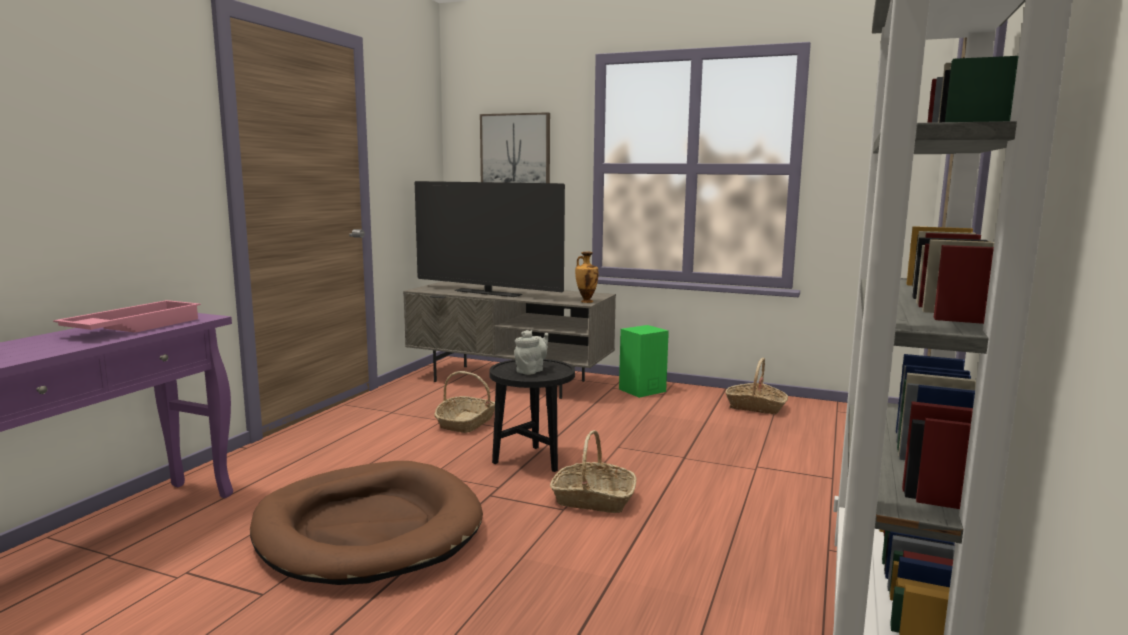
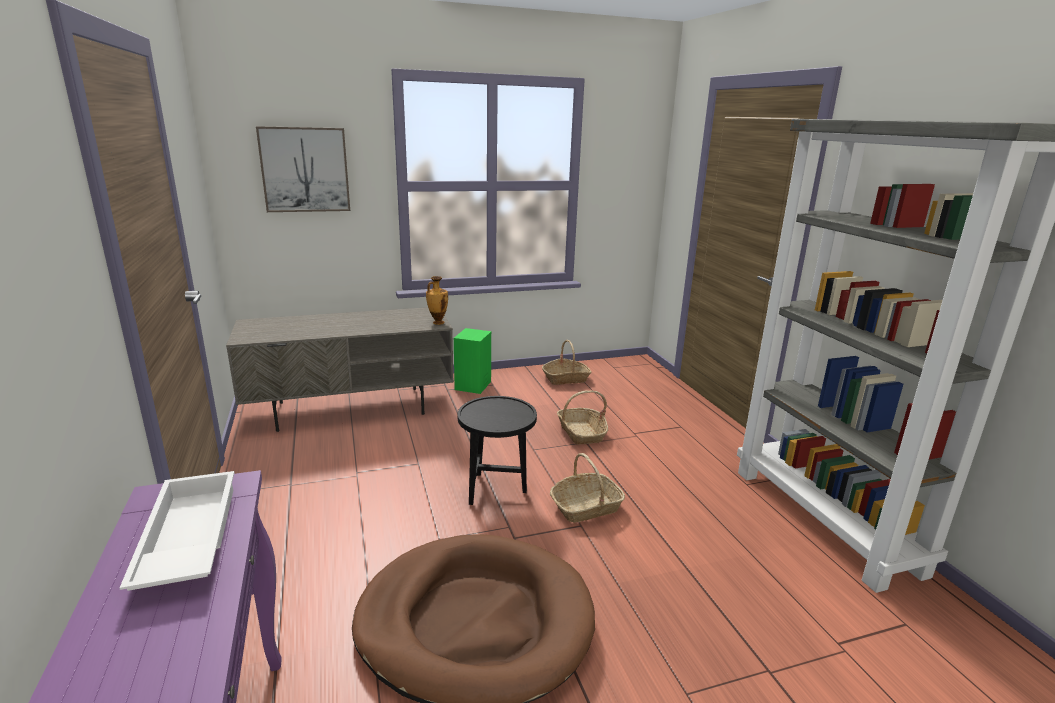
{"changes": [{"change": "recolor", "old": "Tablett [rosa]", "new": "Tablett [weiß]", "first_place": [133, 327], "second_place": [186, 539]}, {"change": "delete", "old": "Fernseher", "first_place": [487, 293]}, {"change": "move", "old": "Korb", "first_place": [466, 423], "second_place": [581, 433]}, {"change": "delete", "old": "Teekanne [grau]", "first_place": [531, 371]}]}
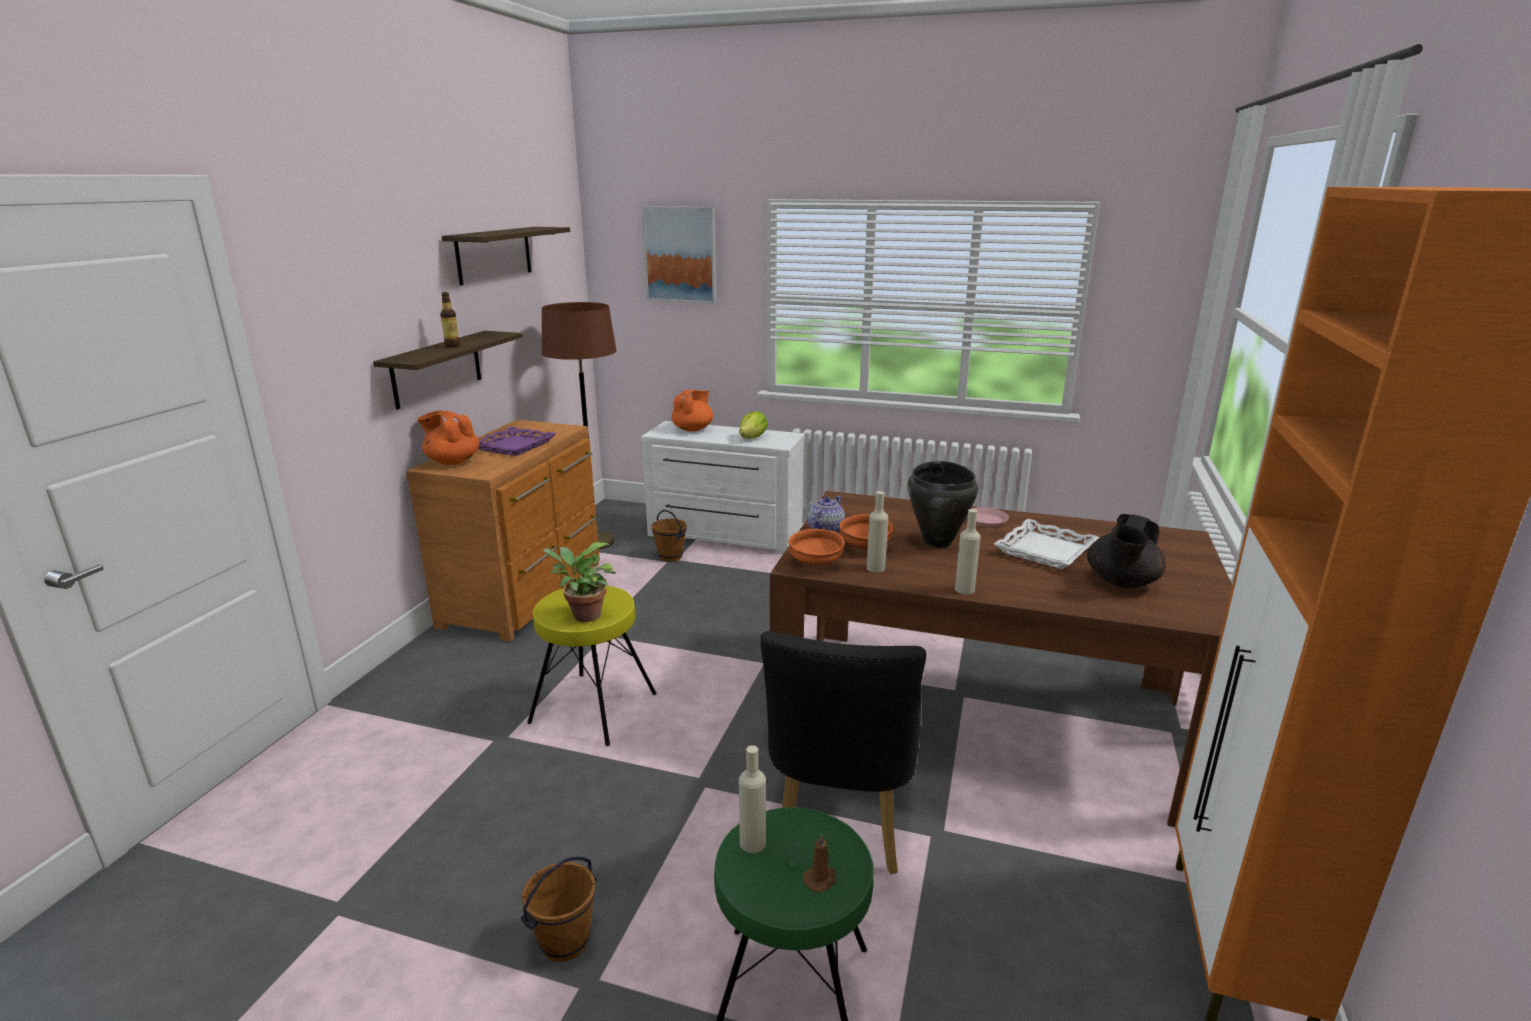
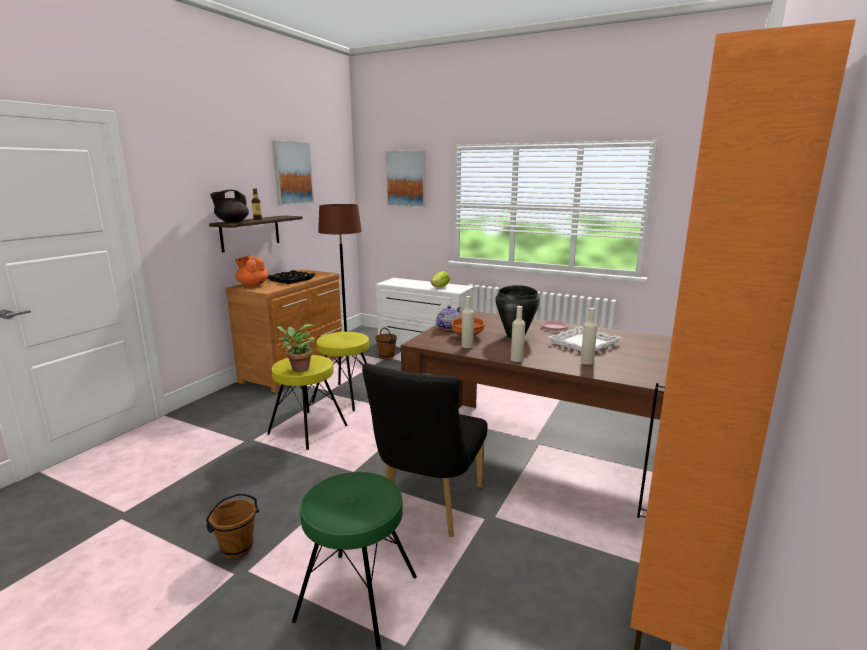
{"changes": [{"change": "replace", "old": "Wandregal", "new": "Bild", "first_place": [494, 254], "second_place": [292, 173]}, {"change": "recolor", "old": "Tablett [lila]", "new": "Tablett [schwarz]", "first_place": [514, 446], "second_place": [291, 280]}, {"change": "delete", "old": "Teekanne [orange]", "first_place": [693, 429]}, {"change": "move", "old": "Flasche [beige]", "first_place": [752, 843], "second_place": [587, 362]}, {"change": "delete", "old": "Schüssel [orange]", "first_place": [815, 563]}, {"change": "delete", "old": "Kerze [braun]", "first_place": [821, 879]}, {"change": "move", "old": "Teekanne [schwarz]", "first_place": [1121, 582], "second_place": [232, 222]}, {"change": "insert", "new": "Hocker [gelb]", "second_place": [346, 396]}]}
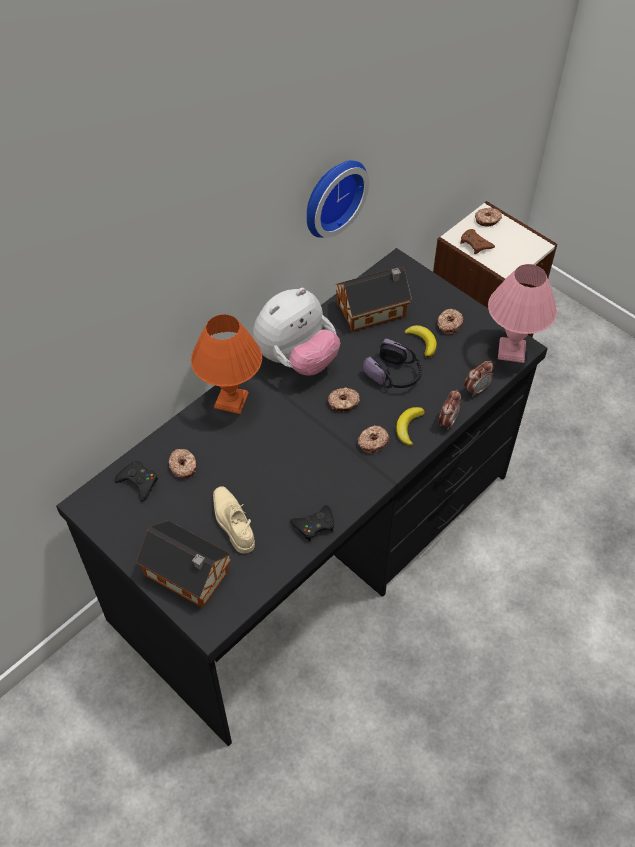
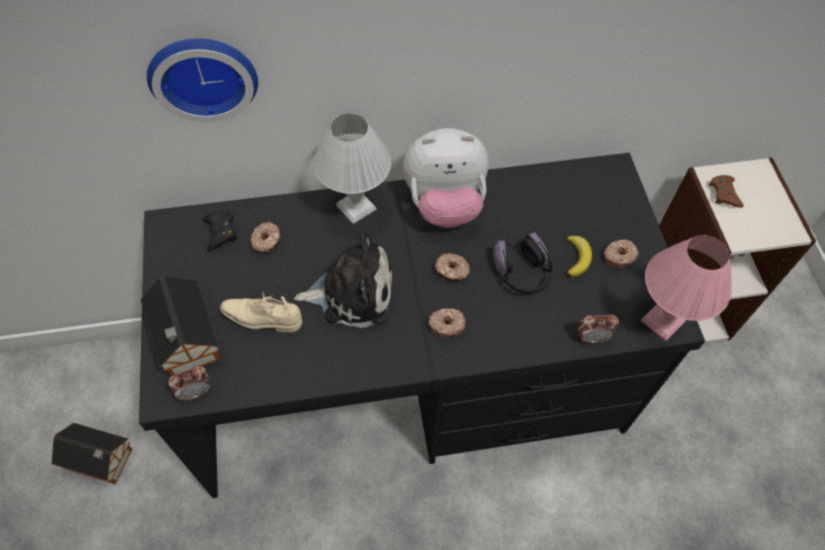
{"changes": [{"change": "recolor", "old": "Tischlampe [orange]", "new": "Tischlampe [weiß]", "first_place": [232, 400], "second_place": [357, 208]}, {"change": "rotate", "old": "Schuh [beige]", "first_place": [233, 523], "second_place": [262, 318], "degrees": -90}, {"change": "delete", "old": "Gamepad [schwarz]", "first_place": [314, 525]}, {"change": "move", "old": "Wanduhr", "first_place": [331, 195], "second_place": [203, 74]}, {"change": "move", "old": "Spielzeughaus", "first_place": [374, 309], "second_place": [101, 460]}, {"change": "delete", "old": "Banane", "first_place": [408, 427]}, {"change": "move", "old": "Wecker", "first_place": [447, 421], "second_place": [195, 392]}, {"change": "delete", "old": "Donut", "first_place": [487, 220]}, {"change": "insert", "new": "Plüschtier", "second_place": [352, 292]}]}
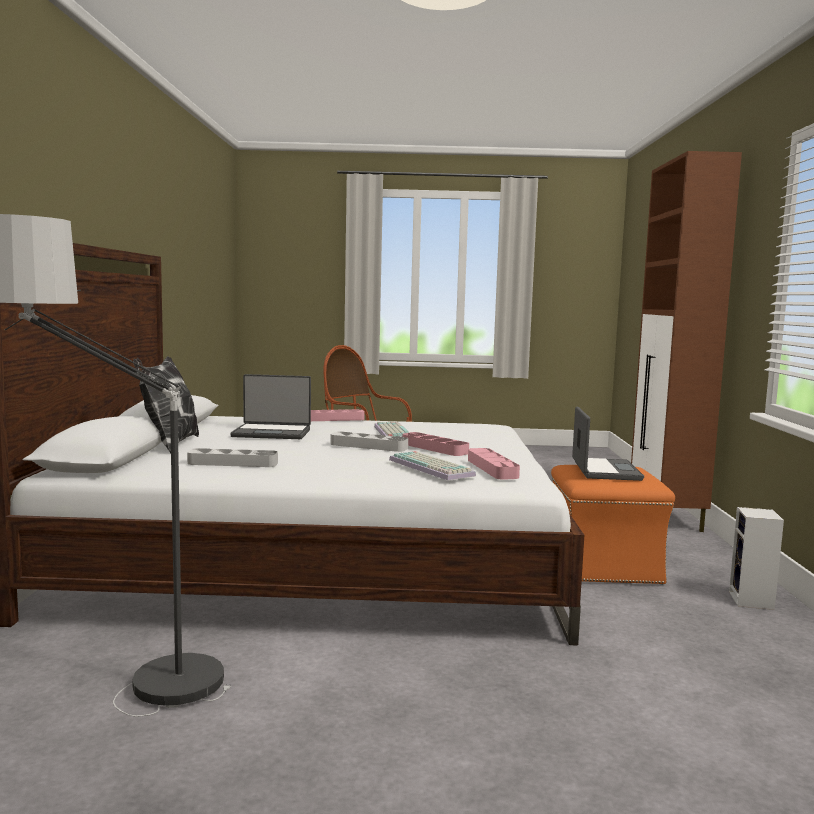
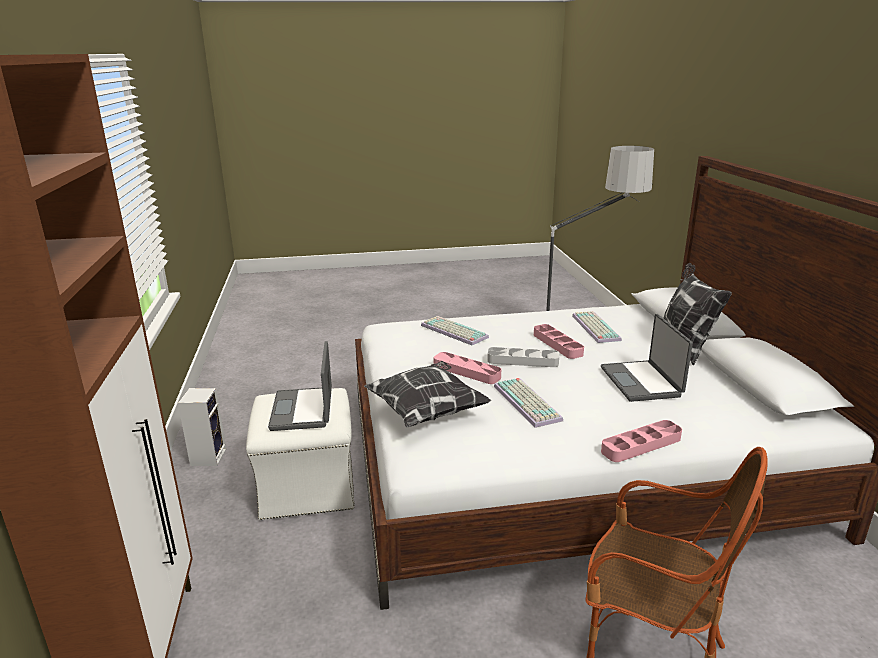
{"changes": [{"change": "replace", "old": "Tablett [grau]", "new": "Tastatur", "first_place": [233, 463], "second_place": [594, 327]}, {"change": "rotate", "old": "Laptop", "first_place": [272, 433], "second_place": [642, 382], "degrees": -90}, {"change": "move", "old": "Tablett [rosa]", "first_place": [492, 468], "second_place": [557, 344]}, {"change": "recolor", "old": "Polsterhocker [orange]", "new": "Polsterhocker [weiß]", "first_place": [603, 565], "second_place": [308, 488]}, {"change": "insert", "new": "Kissen", "second_place": [427, 411]}]}
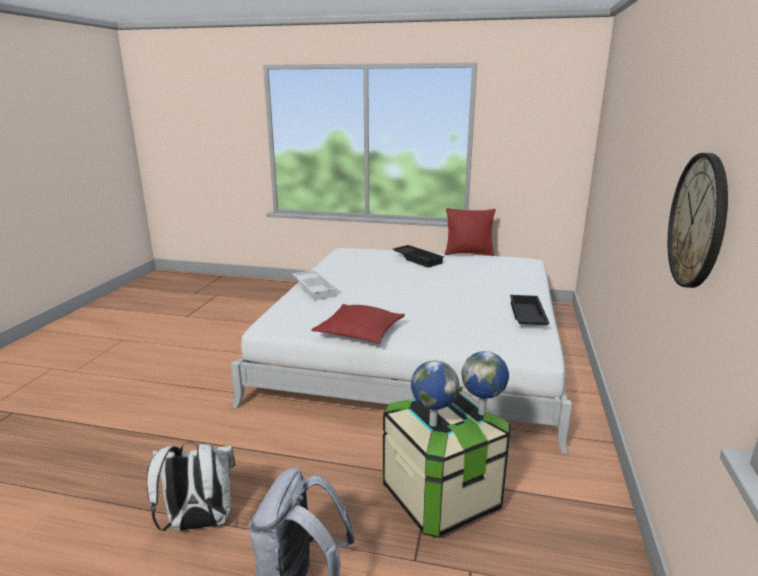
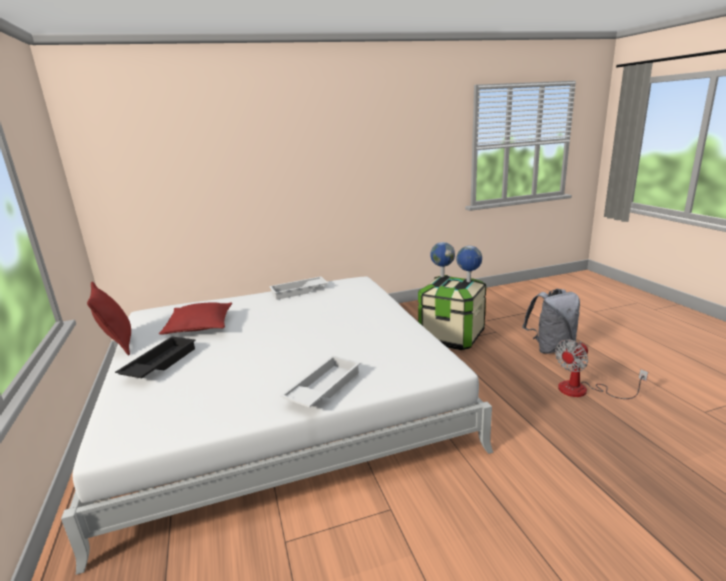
{"changes": [{"change": "replace", "old": "Rucksack [weiß]", "new": "Ventilator", "first_place": [198, 524], "second_place": [583, 390]}, {"change": "move", "old": "Kissen [rot]", "first_place": [359, 332], "second_place": [199, 326]}, {"change": "recolor", "old": "Tablett [schwarz]", "new": "Tablett [weiß]", "first_place": [526, 316], "second_place": [299, 291]}, {"change": "delete", "old": "Wanduhr", "first_place": [698, 221]}]}
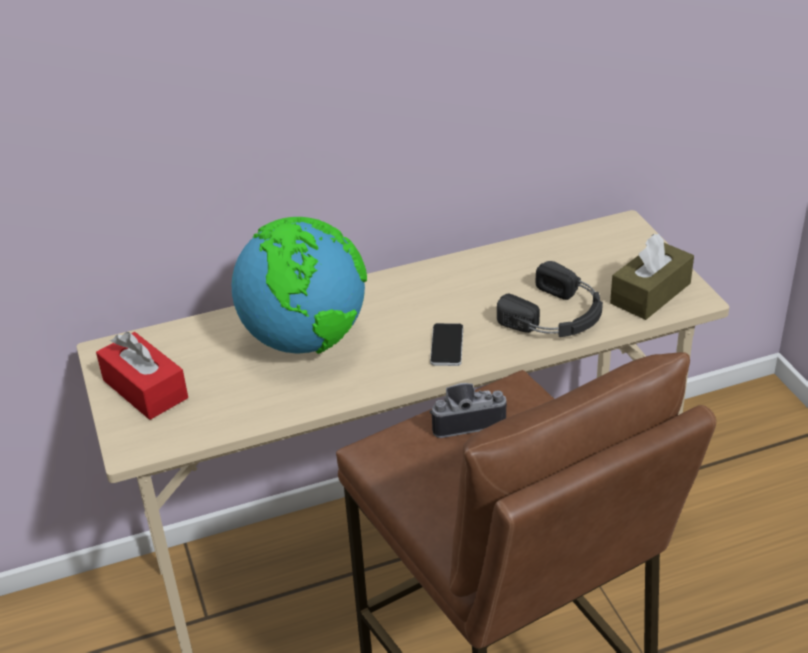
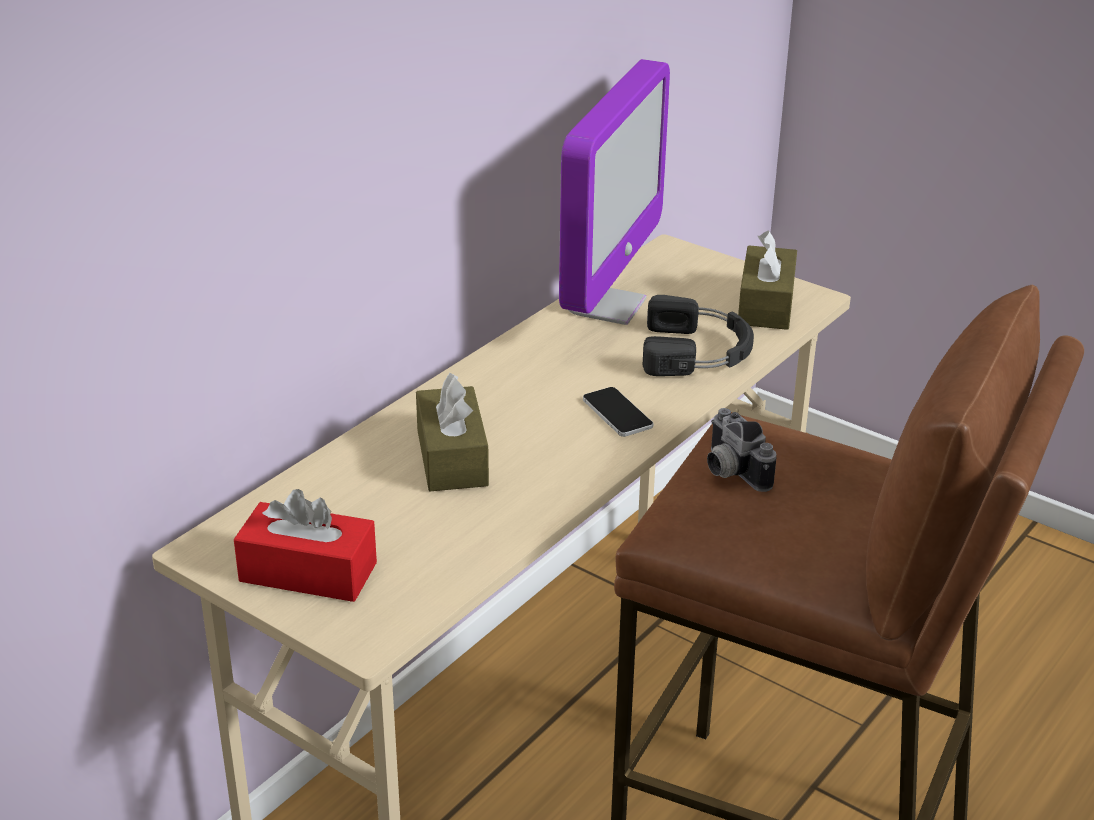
{"changes": [{"change": "replace", "old": "Globus", "new": "Taschentuchbox [braun]", "first_place": [306, 340], "second_place": [452, 457]}, {"change": "rotate", "old": "Kamera", "first_place": [466, 419], "second_place": [729, 471], "degrees": -75}, {"change": "insert", "new": "Monitor", "second_place": [605, 306]}]}
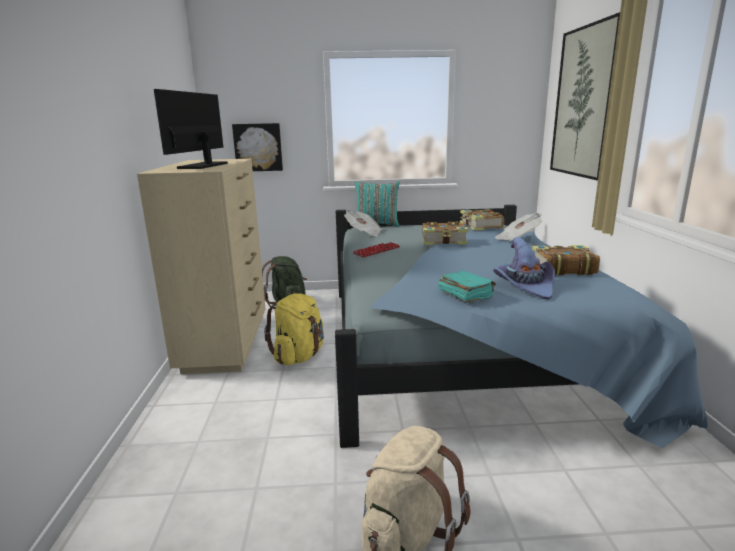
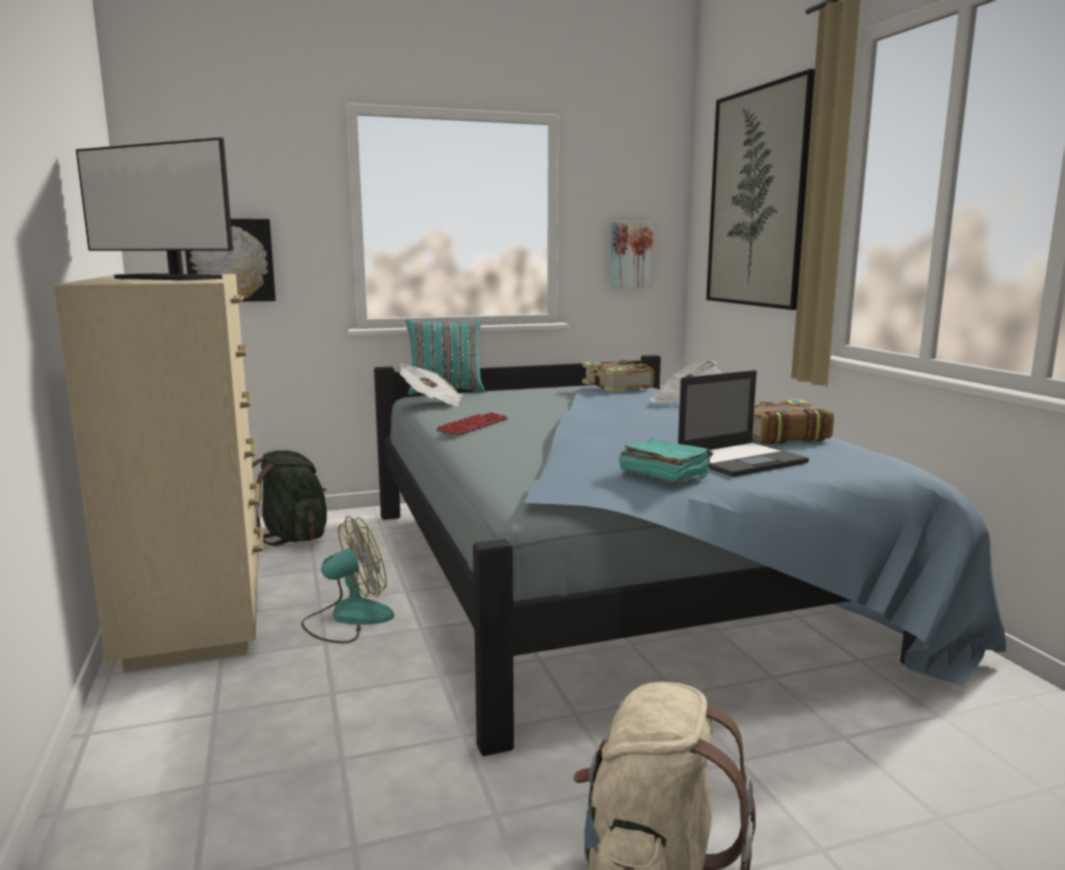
{"changes": [{"change": "rotate", "old": "Monitor", "first_place": [203, 166], "second_place": [168, 278], "degrees": -60}, {"change": "replace", "old": "Rucksack [gelb]", "new": "Ventilator", "first_place": [299, 356], "second_place": [347, 618]}, {"change": "delete", "old": "Buch", "first_place": [444, 241]}, {"change": "replace", "old": "Hut [lila]", "new": "Laptop", "first_place": [525, 286], "second_place": [742, 459]}, {"change": "insert", "new": "Bild", "second_place": [630, 255]}]}
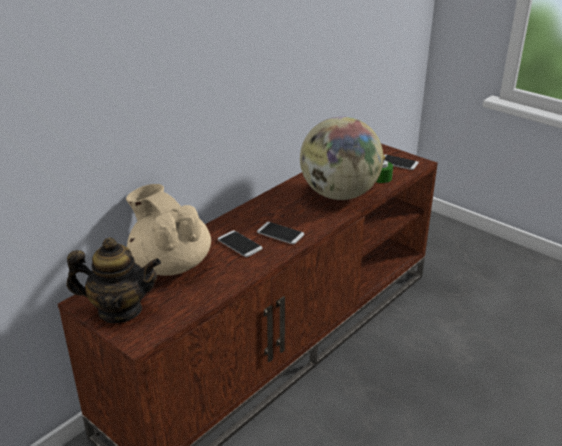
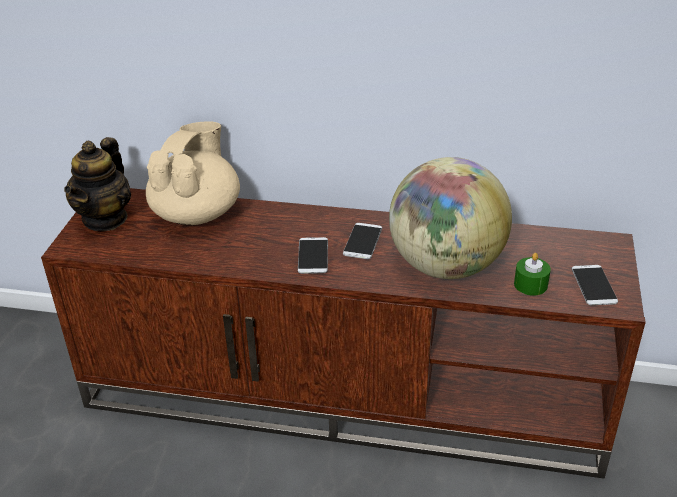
{"changes": [{"change": "rotate", "old": "Teekanne", "first_place": [119, 310], "second_place": [105, 218], "degrees": 45}, {"change": "move", "old": "Handy", "first_place": [239, 244], "second_place": [362, 241]}]}
